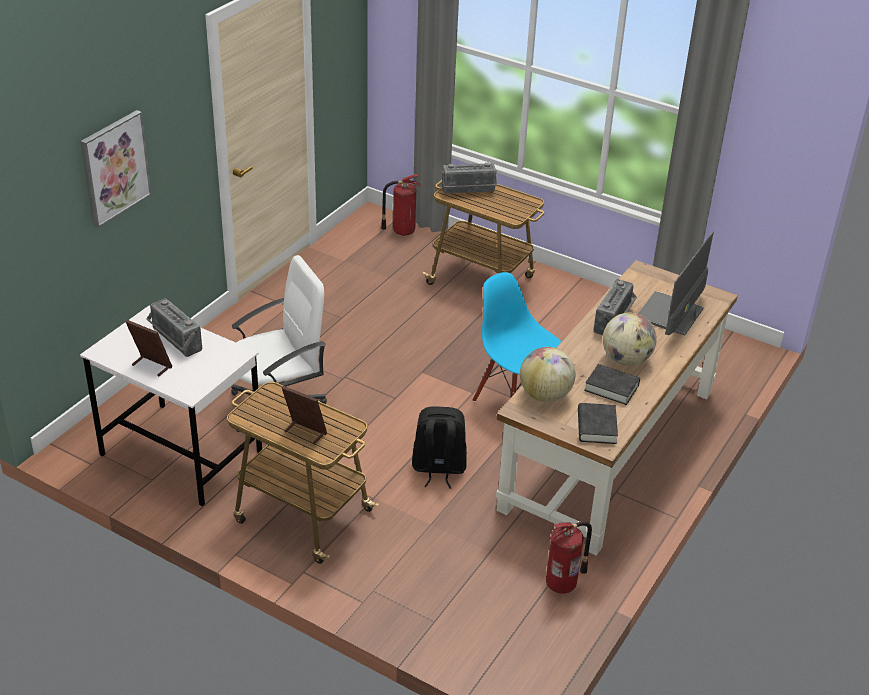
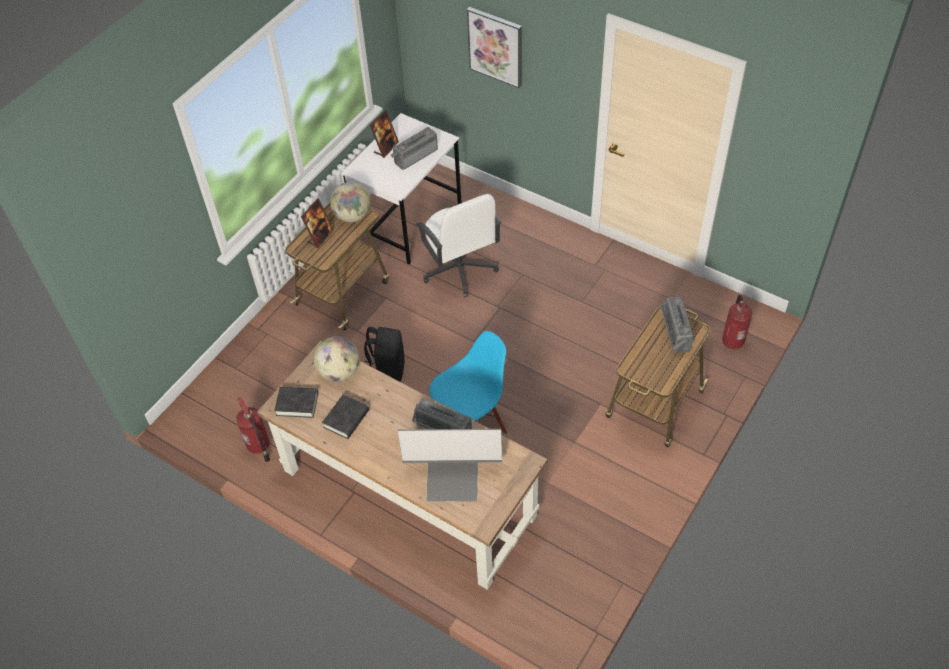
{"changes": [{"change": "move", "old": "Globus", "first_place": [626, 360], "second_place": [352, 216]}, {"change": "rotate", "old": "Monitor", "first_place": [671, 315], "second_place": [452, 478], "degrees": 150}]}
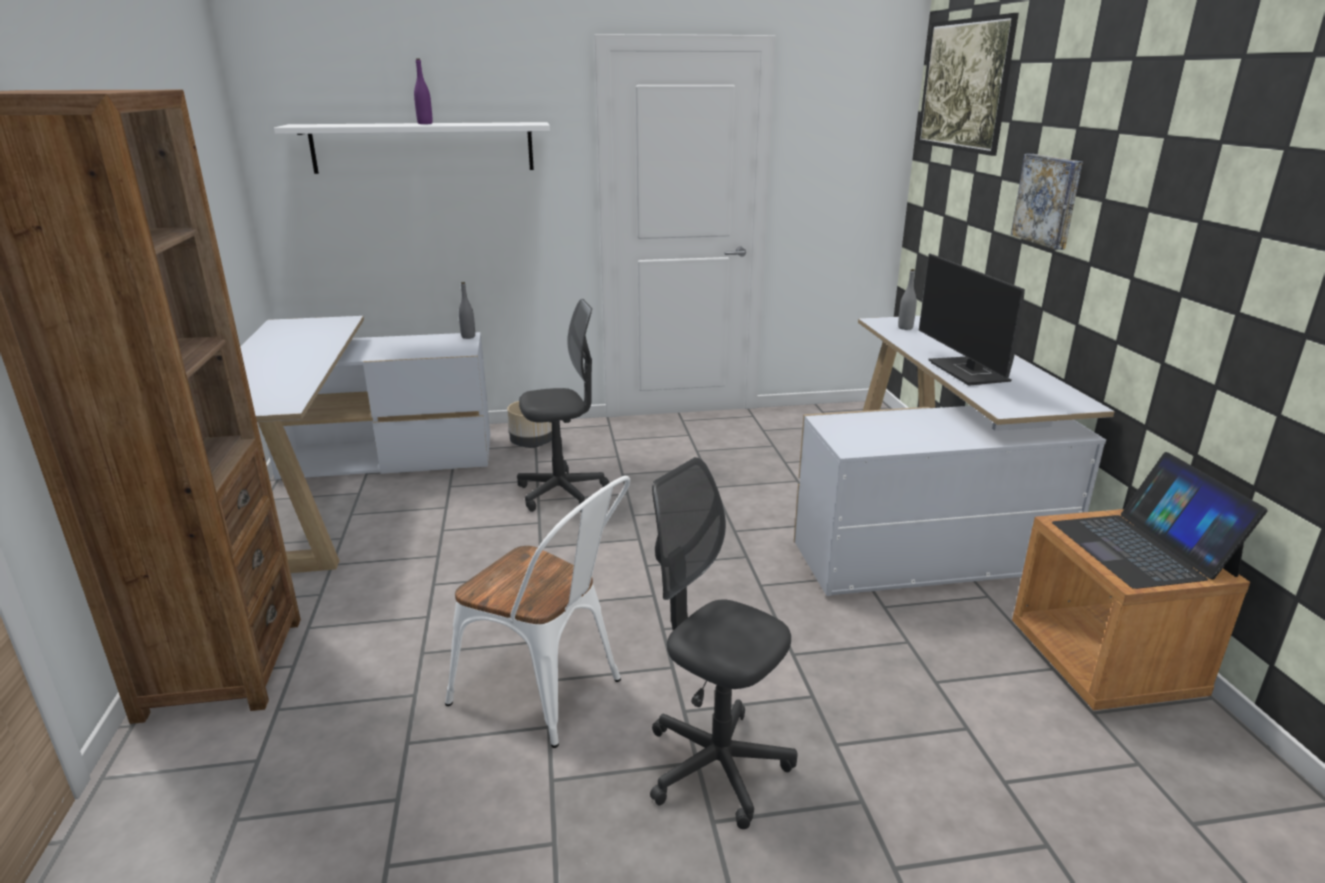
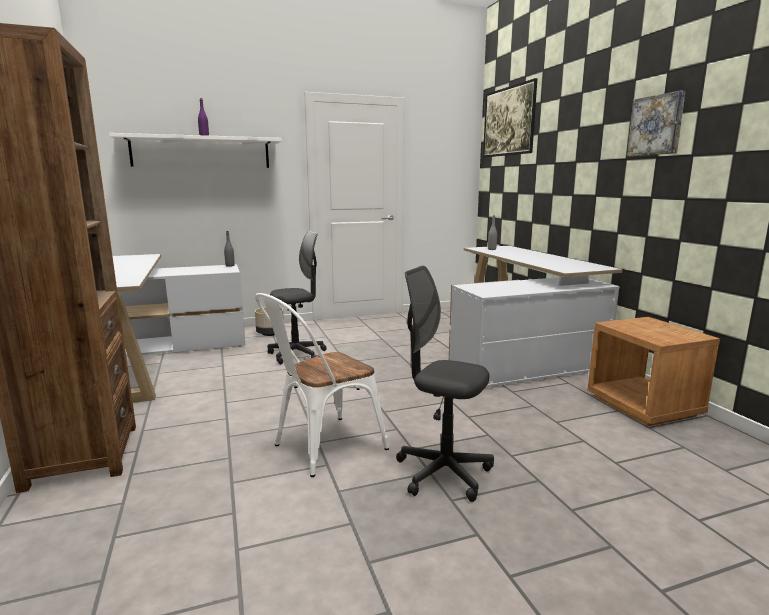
{"changes": [{"change": "rotate", "old": "Stuhl [weiß]", "first_place": [549, 693], "second_place": [321, 448], "degrees": 120}, {"change": "delete", "old": "Monitor", "first_place": [969, 372]}, {"change": "move", "old": "Bild", "first_place": [1049, 200], "second_place": [656, 125]}, {"change": "delete", "old": "Laptop", "first_place": [1142, 548]}]}
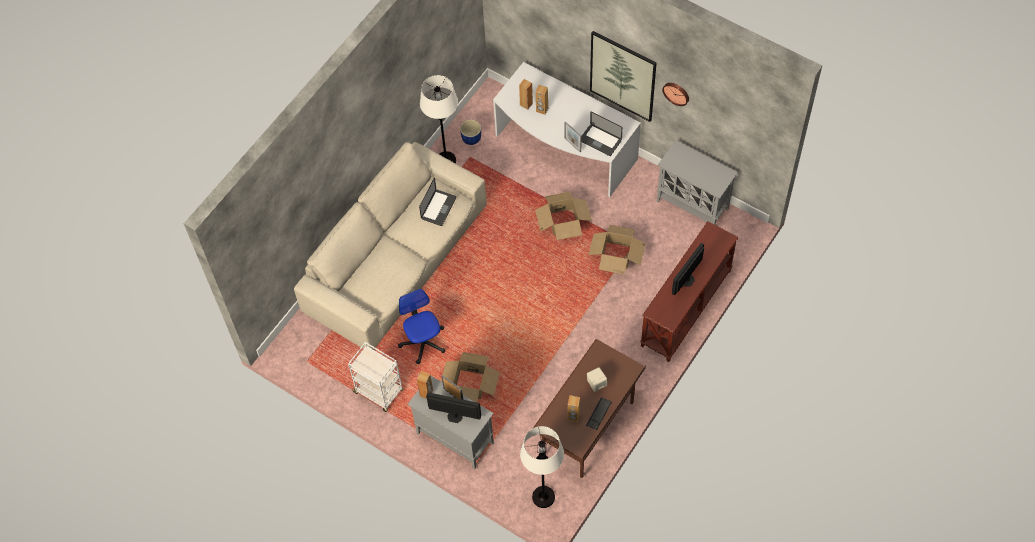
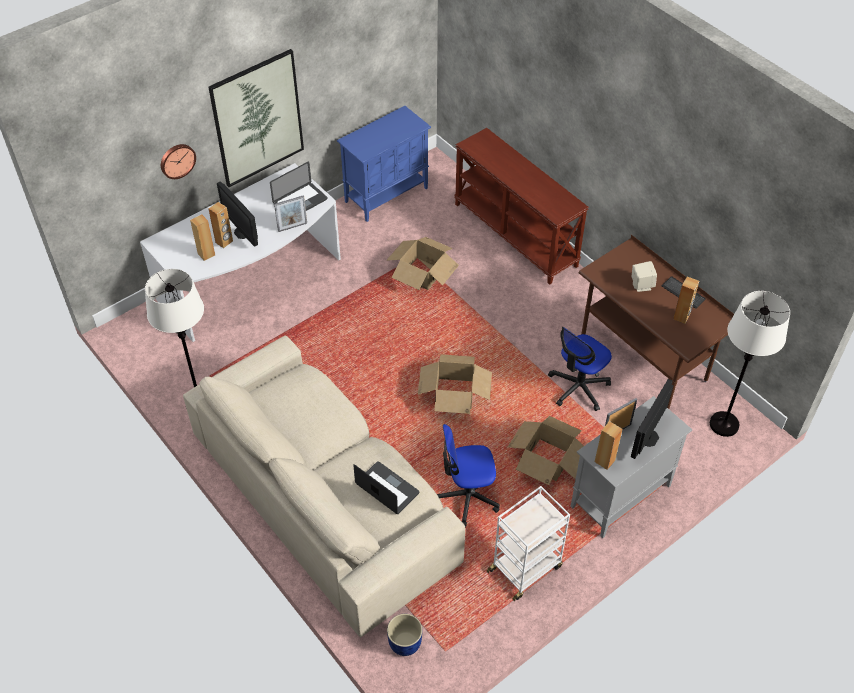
{"changes": [{"change": "move", "old": "Laptop", "first_place": [438, 208], "second_place": [387, 489]}, {"change": "move", "old": "Pflanzkübel [blau]", "first_place": [471, 138], "second_place": [404, 643]}, {"change": "move", "old": "Karton", "first_place": [563, 222], "second_place": [454, 394]}, {"change": "recolor", "old": "Schrank [grau]", "new": "Schrank [blau]", "first_place": [693, 205], "second_place": [387, 194]}, {"change": "move", "old": "Wanduhr", "first_place": [676, 93], "second_place": [177, 160]}, {"change": "move", "old": "Monitor", "first_place": [687, 280], "second_place": [242, 232]}, {"change": "insert", "new": "Bürostuhl", "second_place": [578, 387]}]}
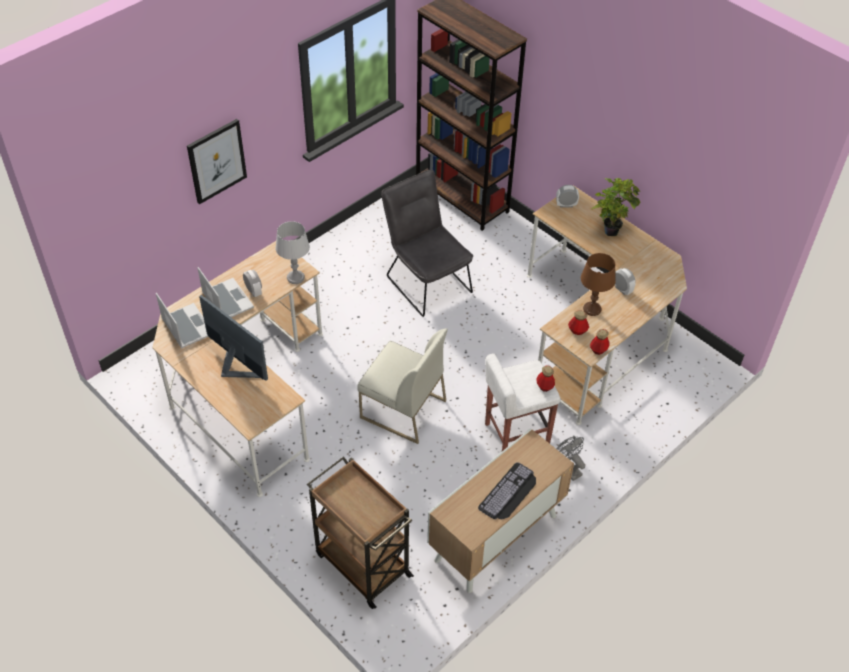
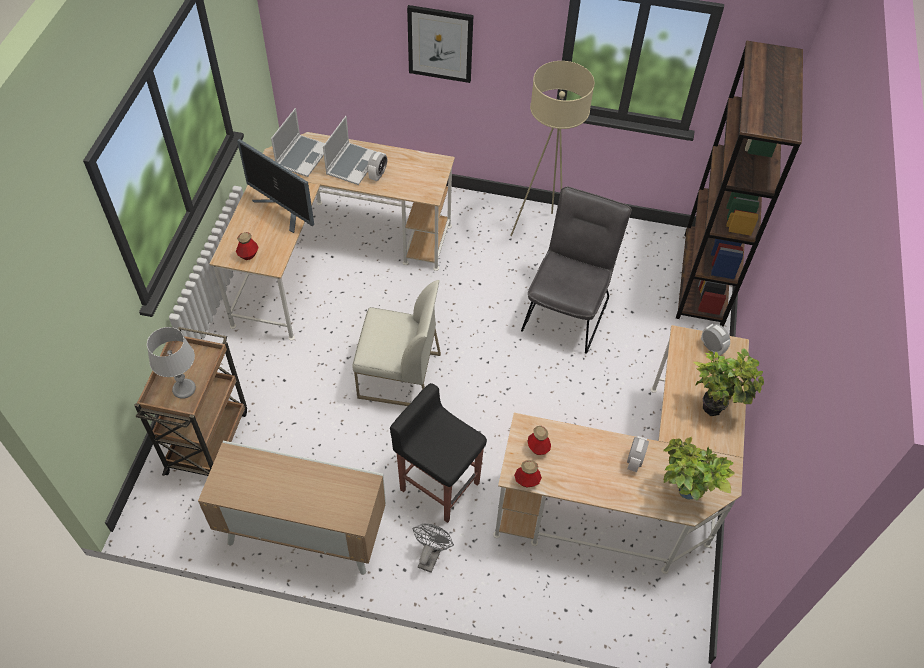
{"changes": [{"change": "rotate", "old": "Monitor", "first_place": [236, 366], "second_place": [284, 210], "degrees": 120}, {"change": "move", "old": "Tischlampe [grau]", "first_place": [296, 277], "second_place": [184, 389]}, {"change": "rotate", "old": "Stuhl [weiß]", "first_place": [402, 409], "second_place": [398, 376], "degrees": -75}, {"change": "delete", "old": "Tastatur", "first_place": [509, 493]}, {"change": "recolor", "old": "Hocker [weiß]", "new": "Hocker [schwarz]", "first_place": [515, 434], "second_place": [439, 485]}, {"change": "move", "old": "Flasche", "first_place": [544, 386], "second_place": [248, 255]}, {"change": "delete", "old": "Tischlampe [braun]", "first_place": [592, 309]}, {"change": "insert", "new": "Stehlampe [beige]", "second_place": [542, 235]}, {"change": "insert", "new": "Topfpflanze", "second_place": [683, 493]}]}
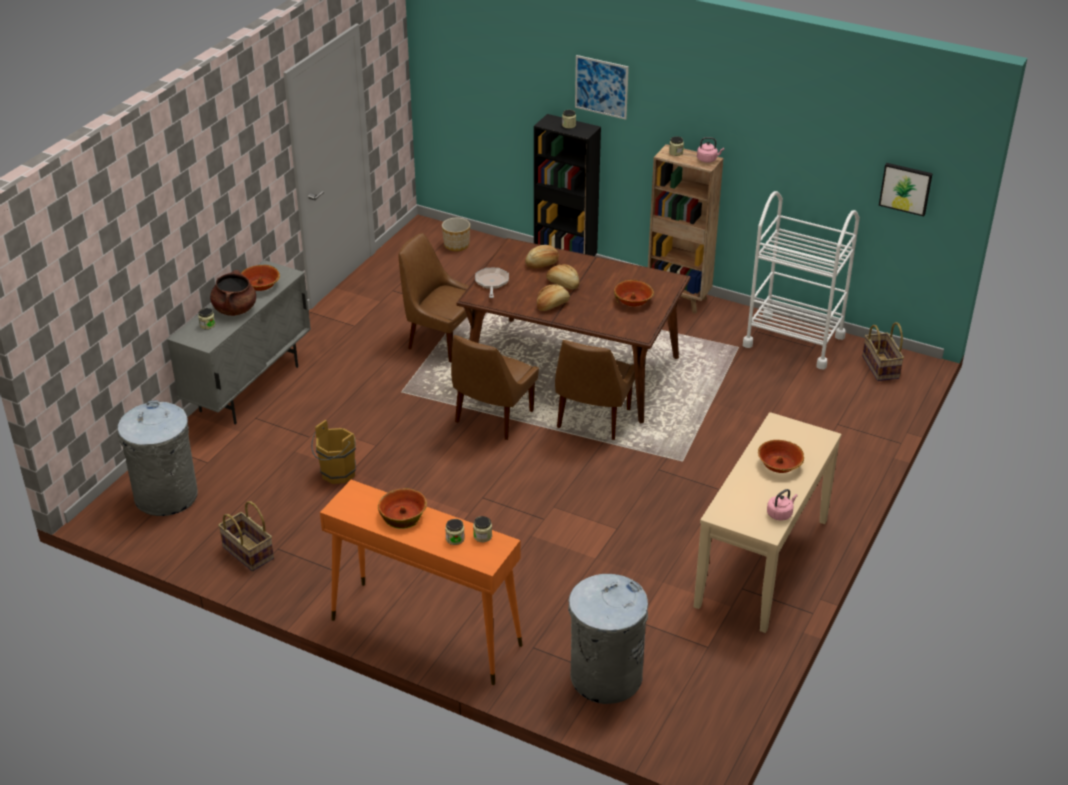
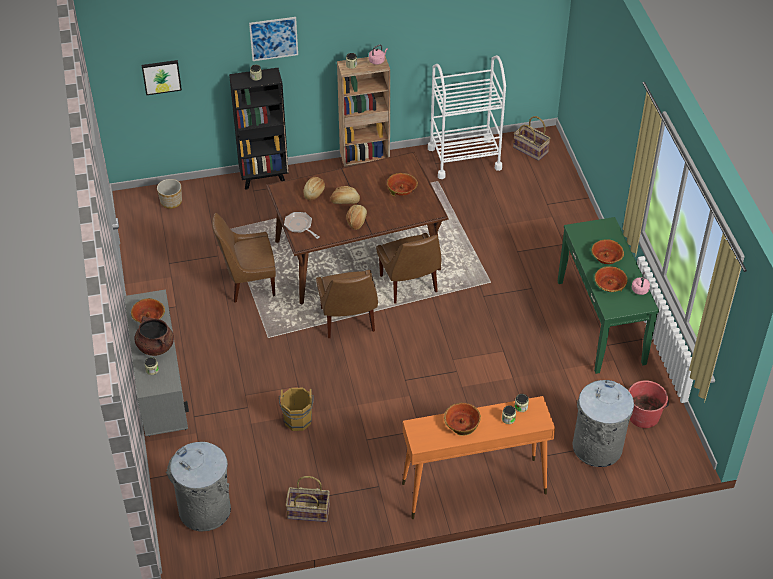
{"changes": [{"change": "recolor", "old": "Konsolentisch [beige]", "new": "Konsolentisch [grün]", "first_place": [763, 563], "second_place": [601, 322]}, {"change": "move", "old": "Bild", "first_place": [906, 188], "second_place": [161, 76]}, {"change": "insert", "new": "Schüssel", "second_place": [609, 285]}, {"change": "insert", "new": "Eimer [rot]", "second_place": [643, 415]}]}
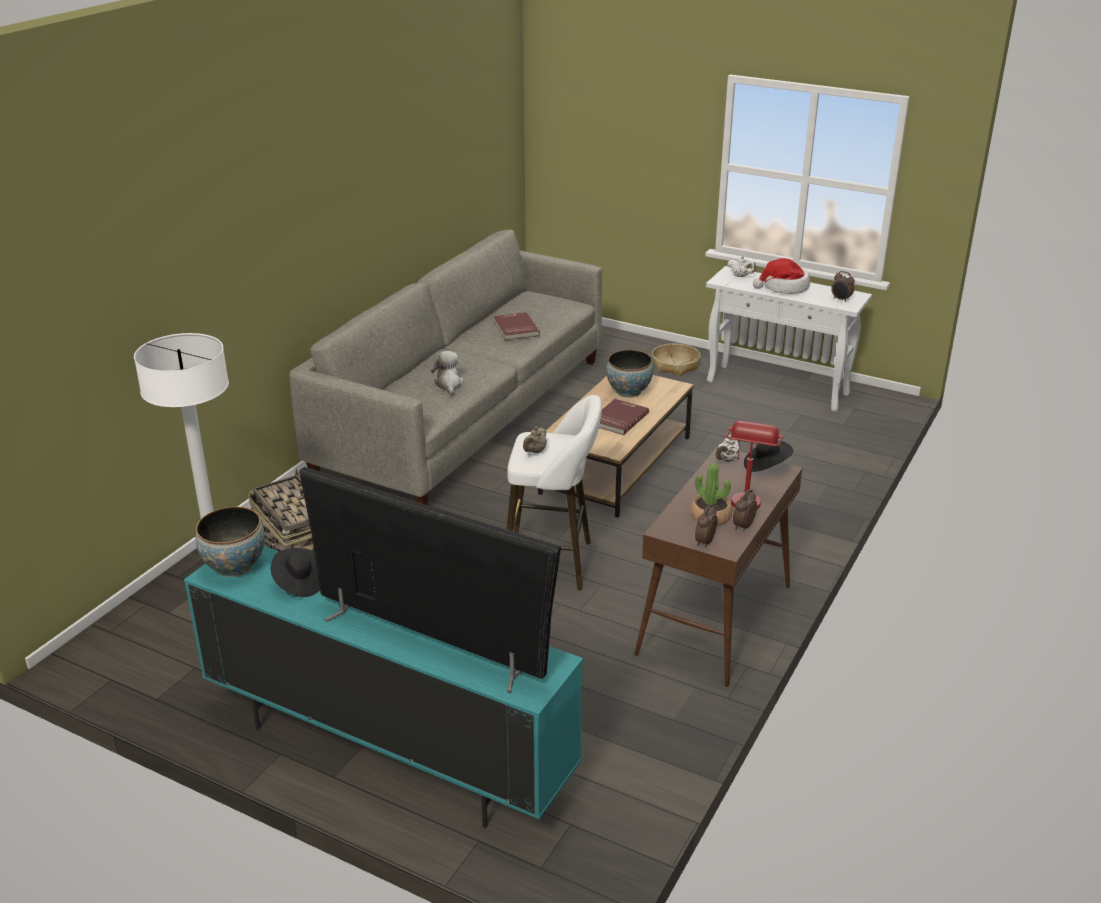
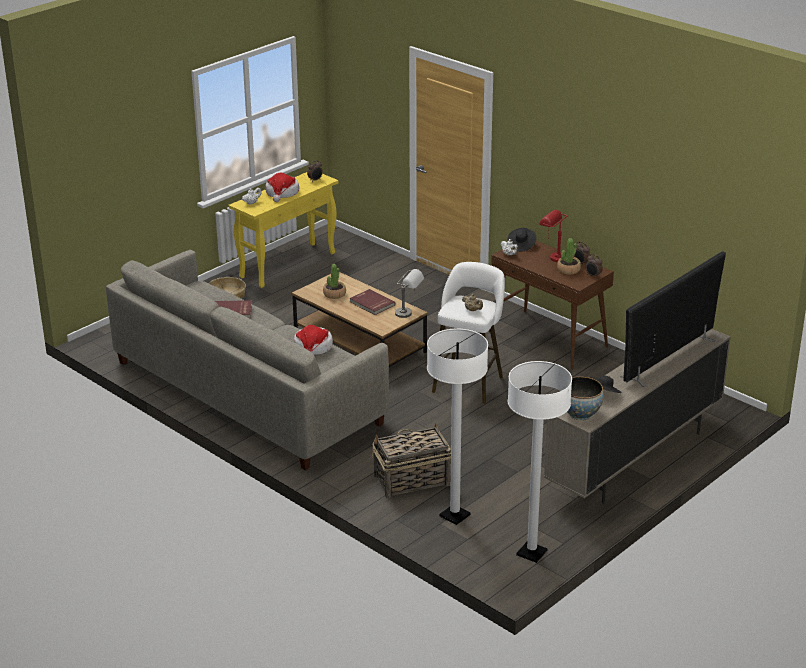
{"changes": [{"change": "recolor", "old": "Fernsehschrank [türkis]", "new": "Fernsehschrank [beige]", "first_place": [385, 752], "second_place": [634, 460]}, {"change": "replace", "old": "Plüschtier", "new": "Hut", "first_place": [448, 384], "second_place": [313, 348]}, {"change": "replace", "old": "Schüssel", "new": "Topfpflanze", "first_place": [628, 392], "second_place": [334, 294]}, {"change": "recolor", "old": "Konsolentisch [weiß]", "new": "Konsolentisch [gelb]", "first_place": [778, 388], "second_place": [288, 265]}, {"change": "insert", "new": "Tischlampe [grau]", "second_place": [409, 314]}, {"change": "insert", "new": "Stehlampe [weiß]", "second_place": [531, 553]}]}
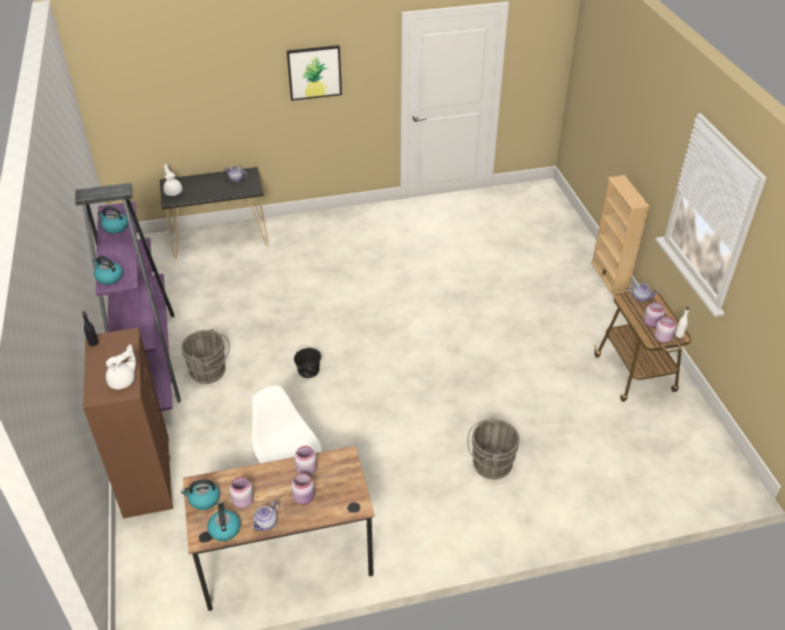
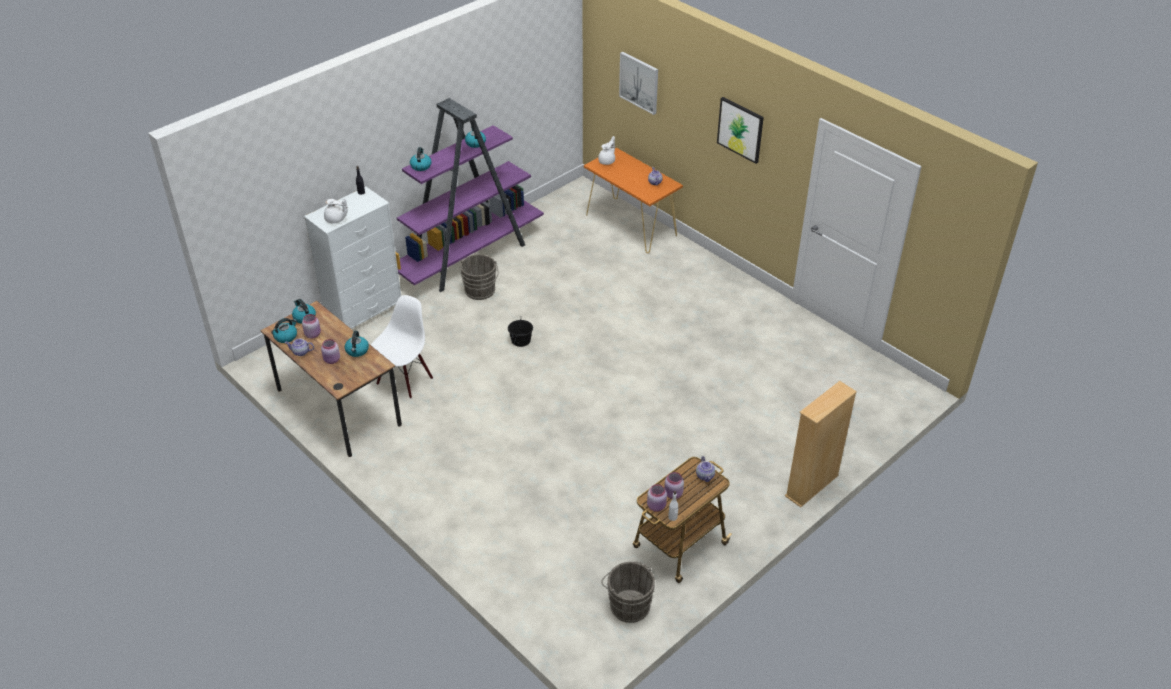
{"changes": [{"change": "recolor", "old": "Kommode [braun]", "new": "Kommode [weiß]", "first_place": [147, 476], "second_place": [364, 311]}, {"change": "recolor", "old": "Konsolentisch [schwarz]", "new": "Konsolentisch [orange]", "first_place": [220, 239], "second_place": [631, 225]}, {"change": "replace", "old": "Vorratsglas [rosa]", "new": "Wasserkessel", "first_place": [306, 469], "second_place": [357, 351]}, {"change": "move", "old": "Eimer [grau]", "first_place": [489, 464], "second_place": [628, 604]}, {"change": "insert", "new": "Bild", "second_place": [639, 82]}]}
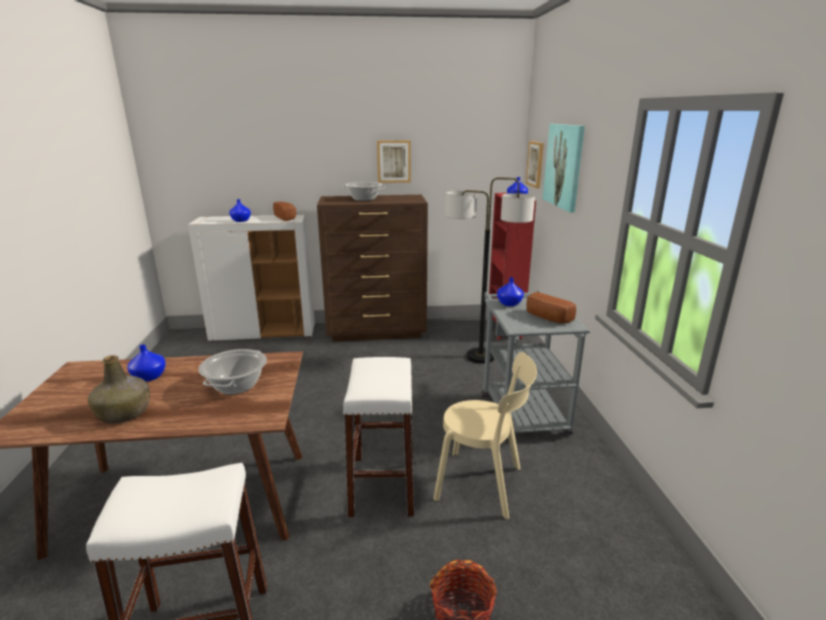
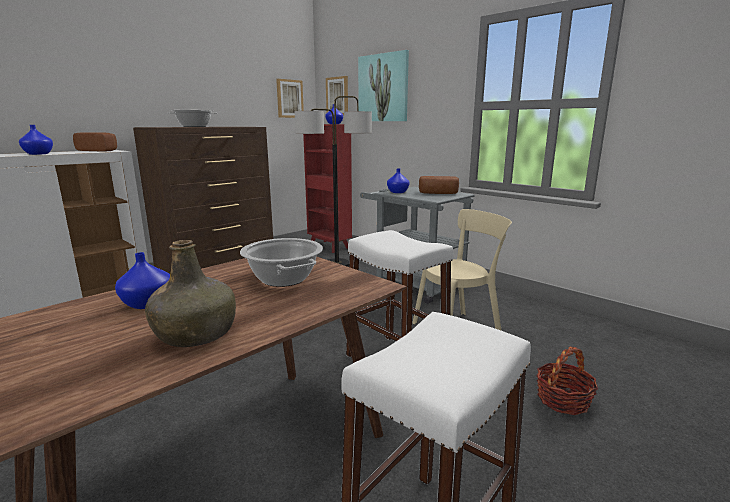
{"changes": [{"change": "move", "old": "Bild", "first_place": [393, 161], "second_place": [289, 98]}]}
